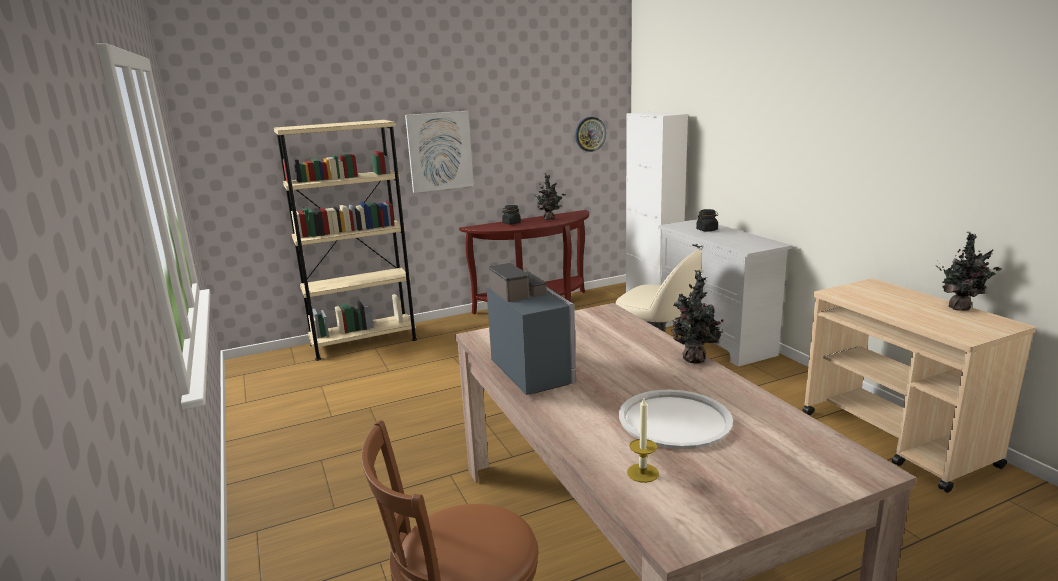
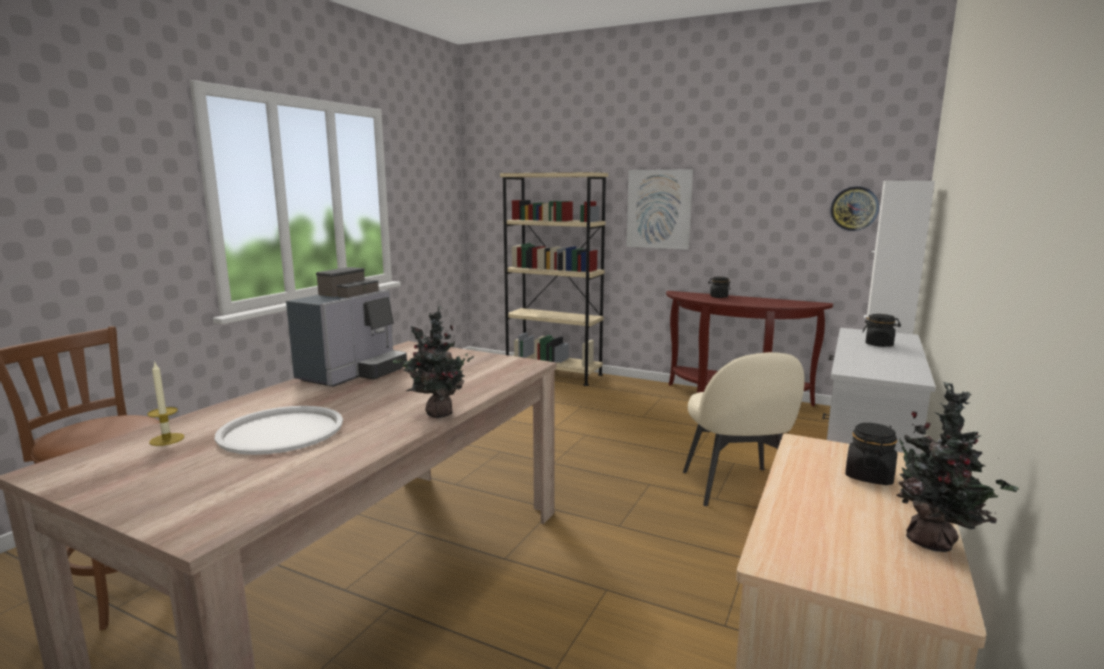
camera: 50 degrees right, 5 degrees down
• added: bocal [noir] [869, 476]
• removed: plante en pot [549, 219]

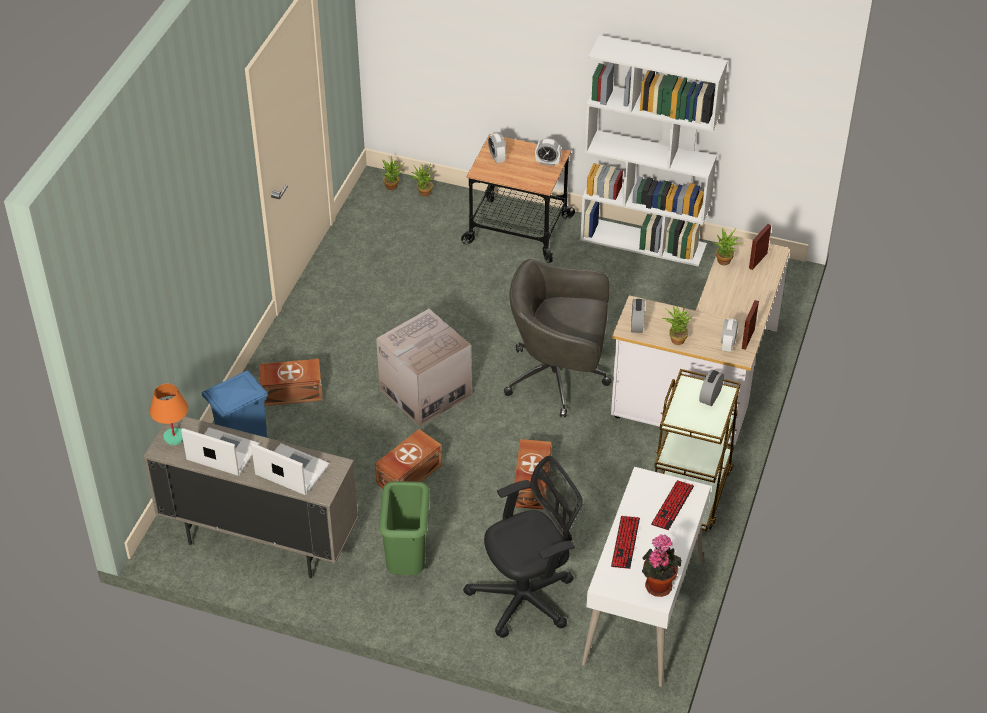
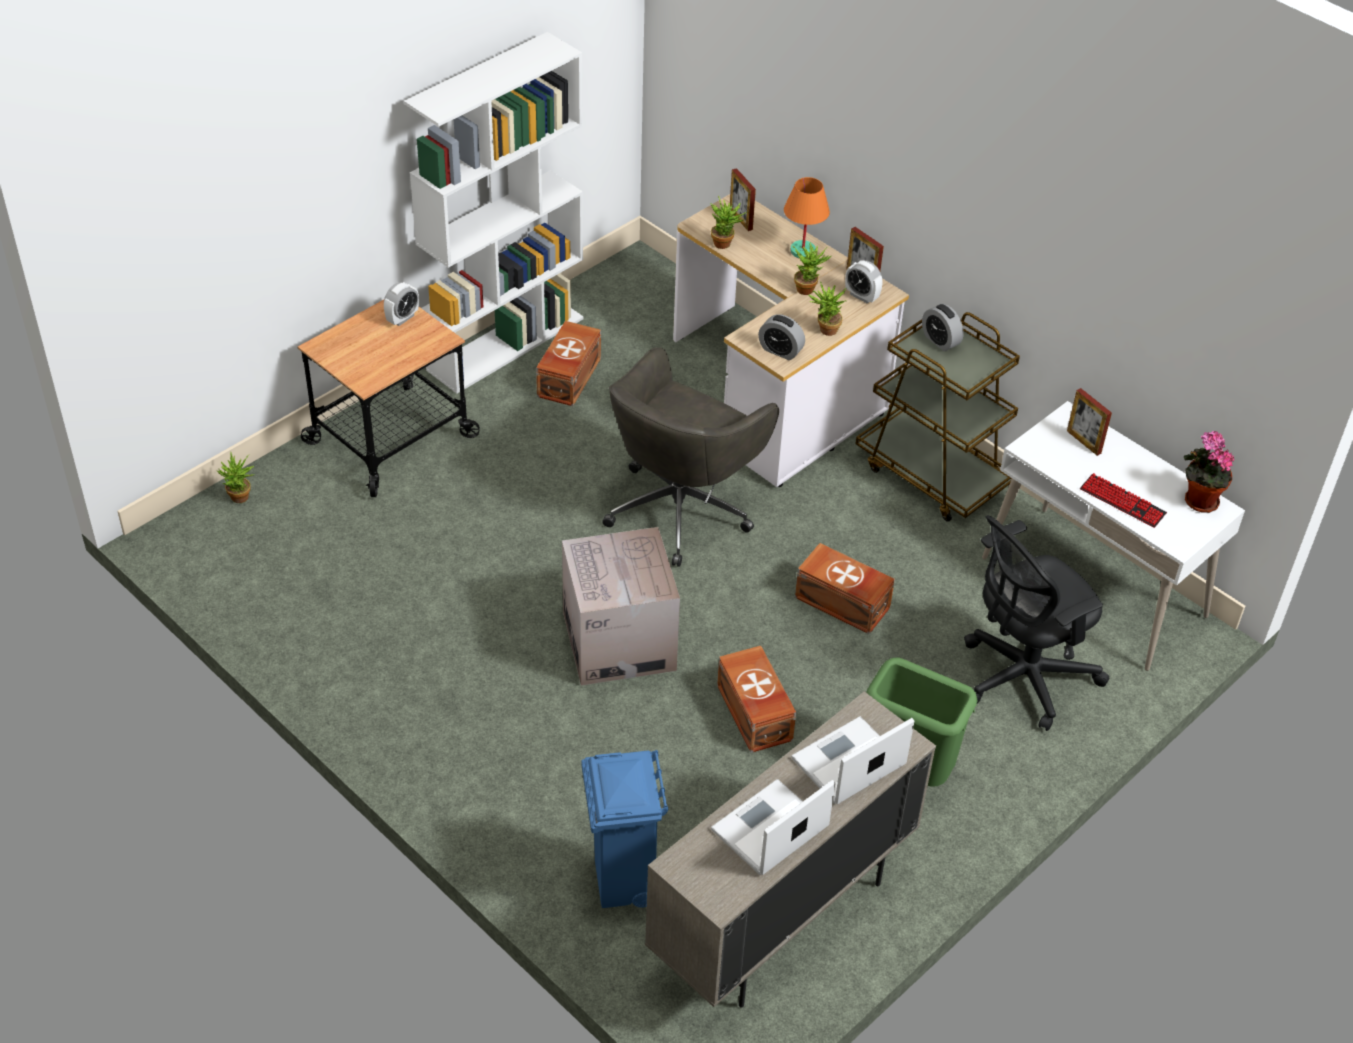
camera: 65 degrees left, 0 degrees up
• moved: boîte de rangement [marron] [291, 392] to [567, 378]
• moved: lampe de table [orange] [174, 437] to [802, 251]
• moved: plante en pot [393, 187] to [808, 288]
• turned: chaise de bureau [noir] [527, 597] = [1021, 678] 120 degrees counterclockwise
• replaced: clavier [672, 506] to cadre photo [1084, 442]
• removed: réveil [497, 158]

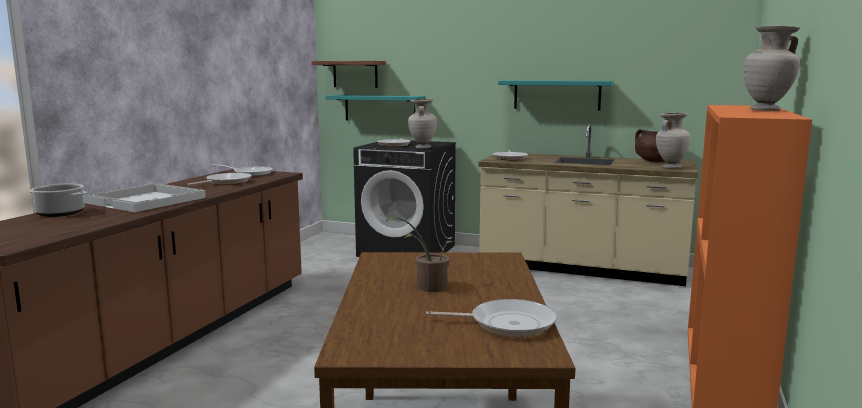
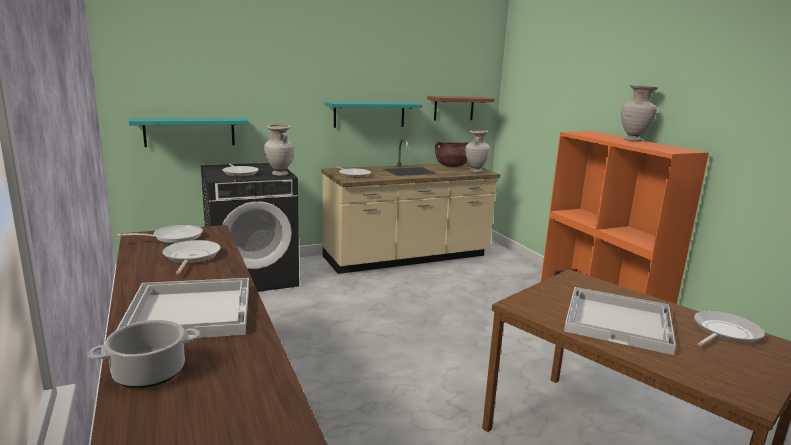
camera: 45 degrees left, 5 degrees up
• moved: étagère [355, 74] to [454, 108]
• replaced: plante en pot [427, 287] to plateau [blanc] [619, 321]

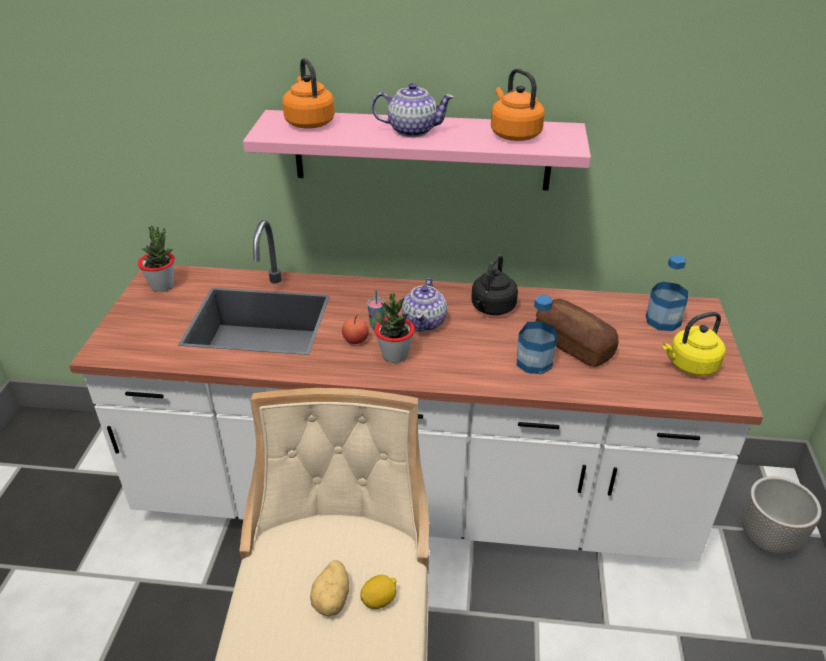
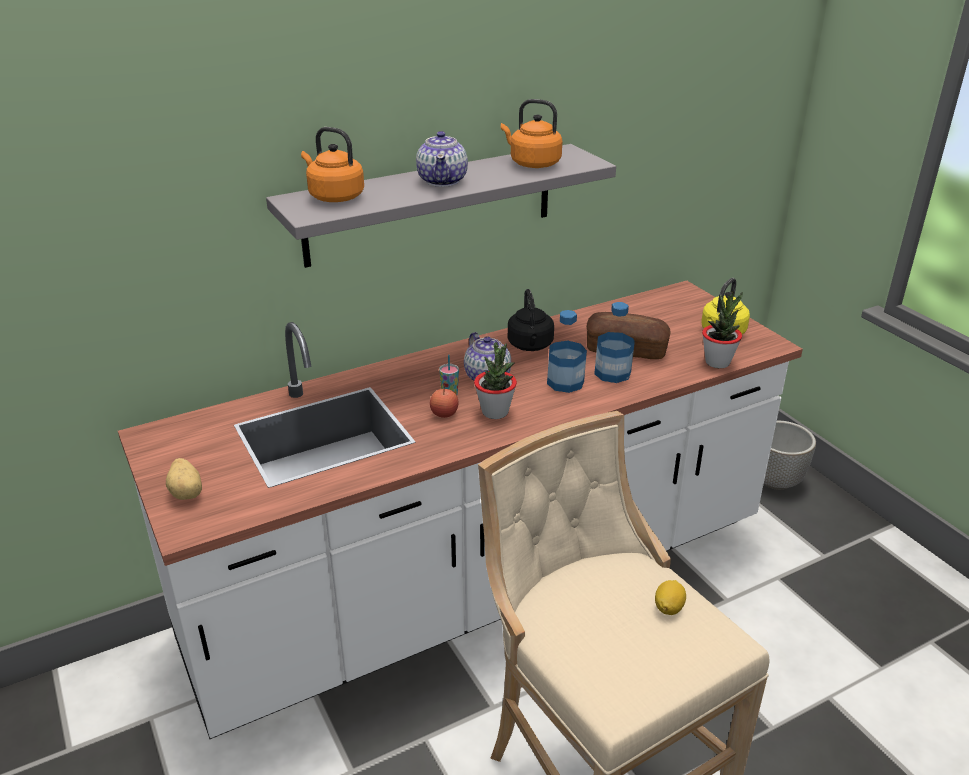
camera: 35 degrees left, 5 degrees down
• moved: pomme de terre [333, 599] to [187, 492]
• recoloured: étagère [rose] [421, 150] to étagère [gris] [431, 204]
• turned: théière [412, 130] = [443, 180] 120 degrees clockwise
• moved: bouteille [663, 320] to [565, 382]
• moved: plante en pot [162, 286] to [717, 362]

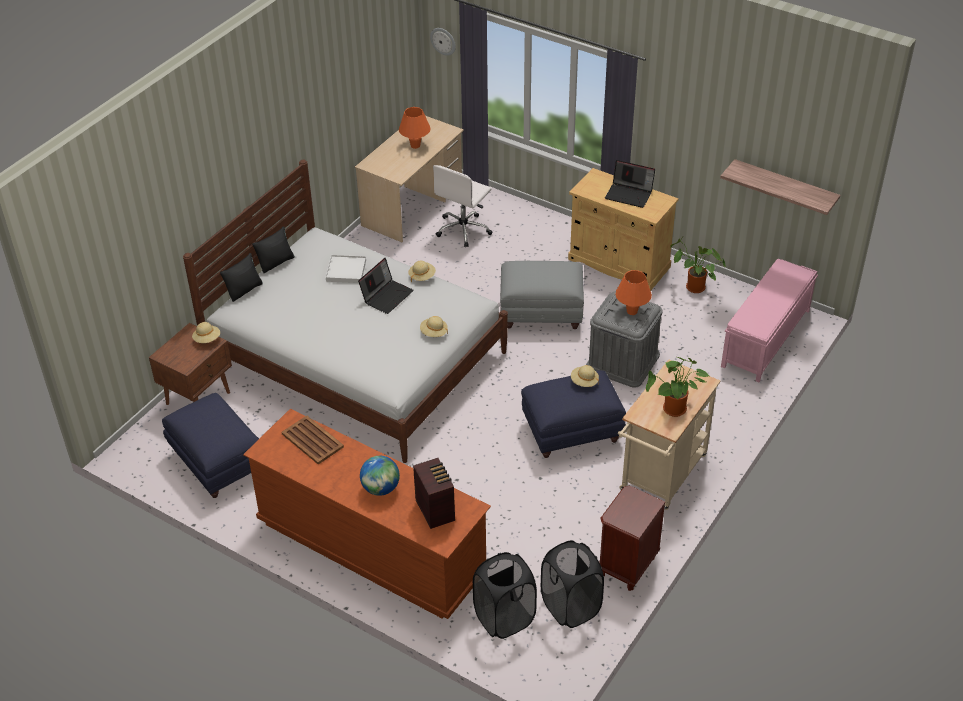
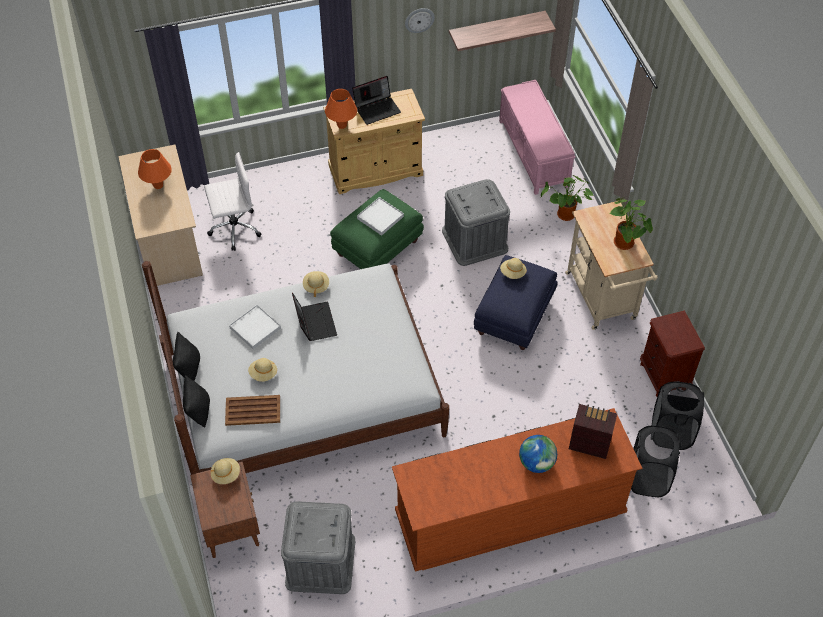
camera: 50 degrees left, 10 degrees up
• turned: chaise de bureau [blanc] [464, 229] = [234, 228] 90 degrees counterclockwise
• moved: plateau [marron] [312, 440] to [252, 410]
• moved: chapeau [beige] [434, 333] to [263, 374]
• replaced: pouf [bleu] [217, 462] to boîte de rangement [gris] [320, 562]
• moved: lampe de table [orange] [632, 311] to [342, 125]
• recoloured: pouf [gris] [540, 313] to pouf [vert] [377, 249]
• added: plateau [blanc] [380, 217]
• moved: horloge murale [443, 41] to [419, 19]
• moved: plante en pot [693, 288] to [565, 216]

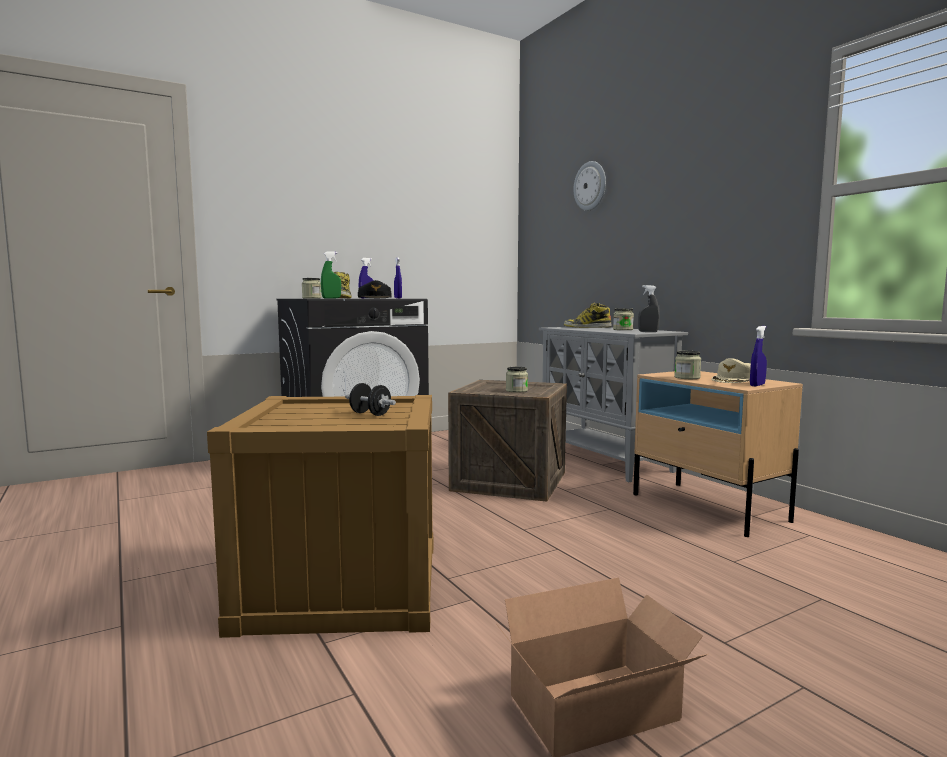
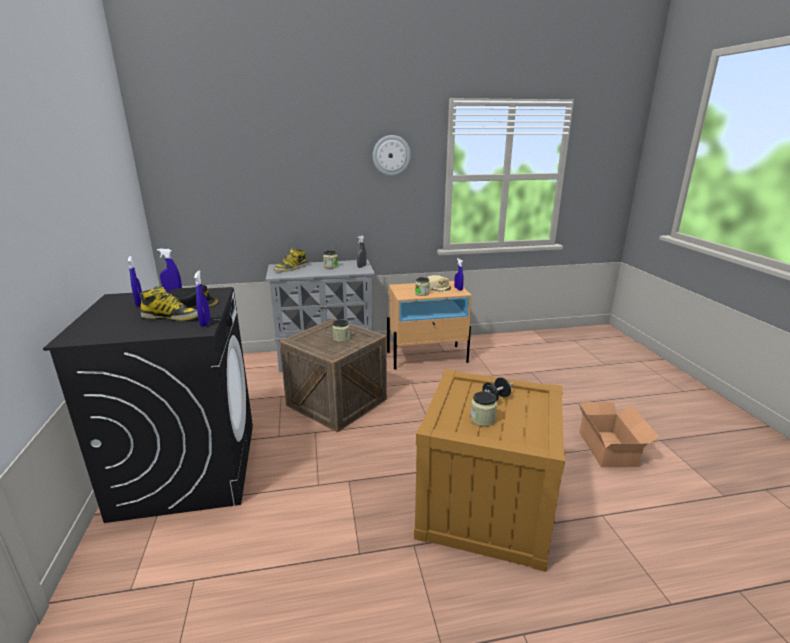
camera: 70 degrees left, 15 degrees up
• recoloured: vaporisateur [vert] [331, 298] to vaporisateur [bleu] [205, 323]
• moved: horloge murale [590, 186] to [391, 155]
• moved: bocal [311, 298] to [482, 419]

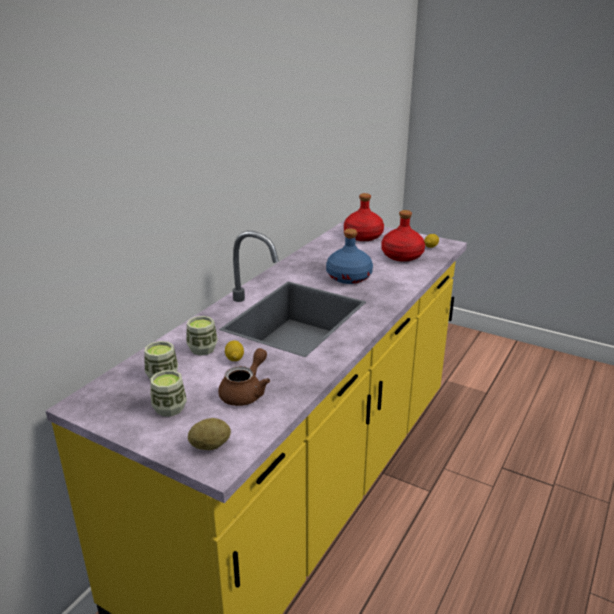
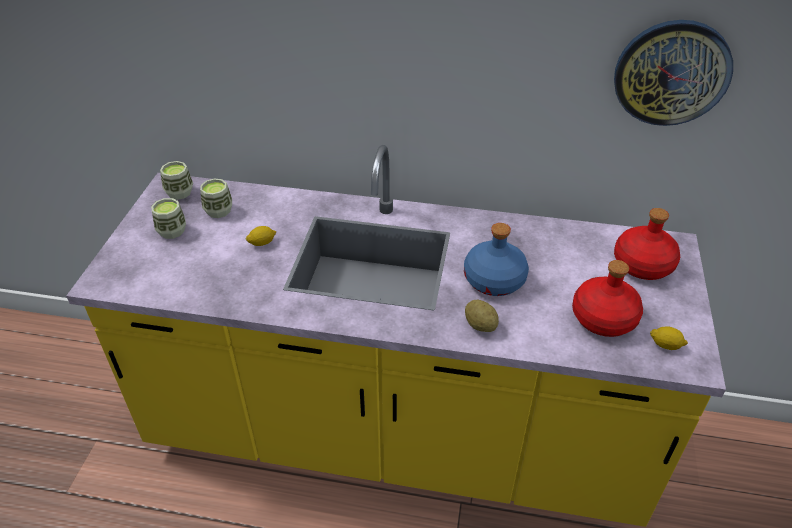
camera: 70 degrees right, 15 degrees up
• moved: tasse [202, 349] to [179, 192]
• moved: pomme de terre [210, 446] to [480, 325]
• added: horloge murale [671, 73]
• removed: théière [marron] [246, 392]

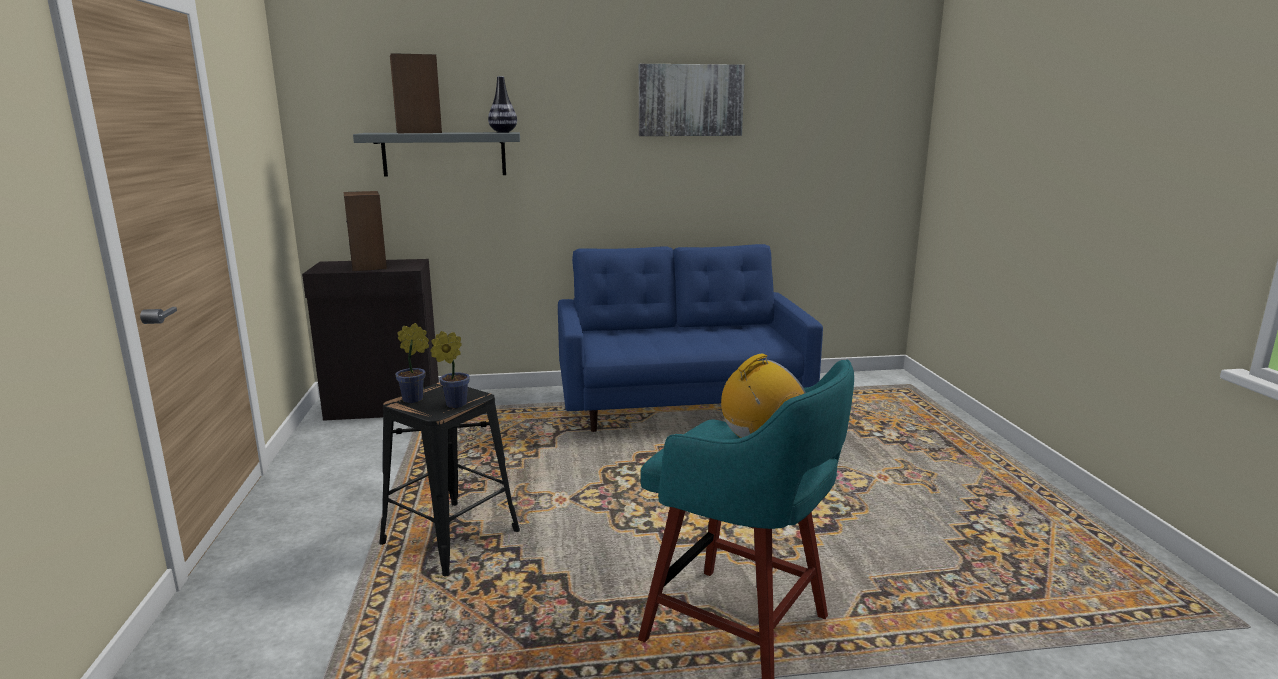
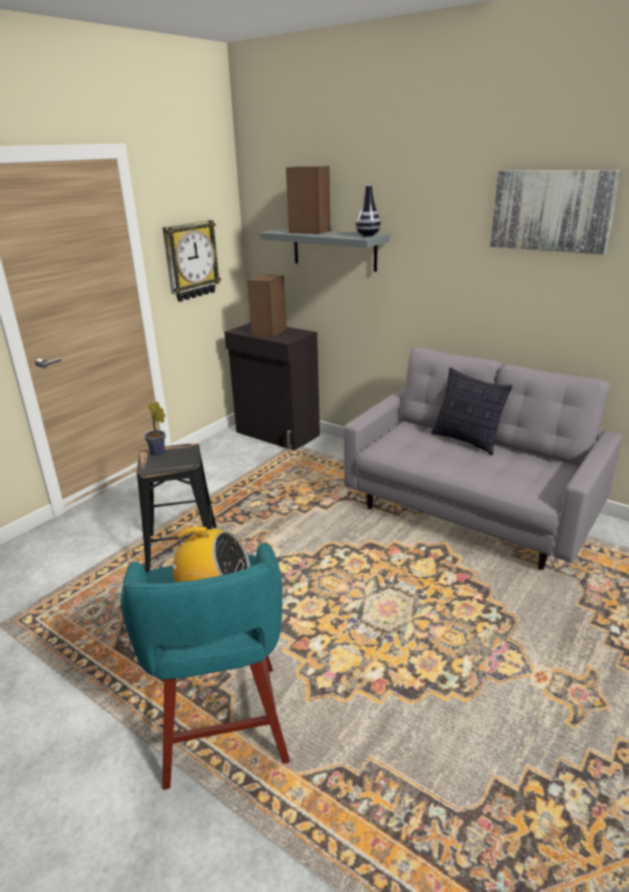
camera: 45 degrees right, 10 degrees up
• added: horloge murale [190, 260]
• recoloured: canapé [bleu] [682, 405] to canapé [gris] [471, 512]
• added: coussin [466, 441]
• removed: plante en pot [453, 404]

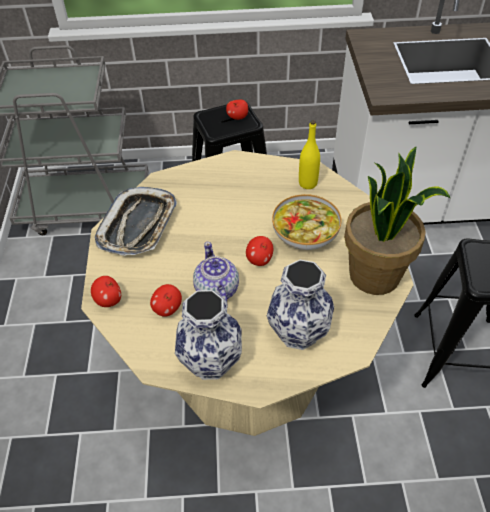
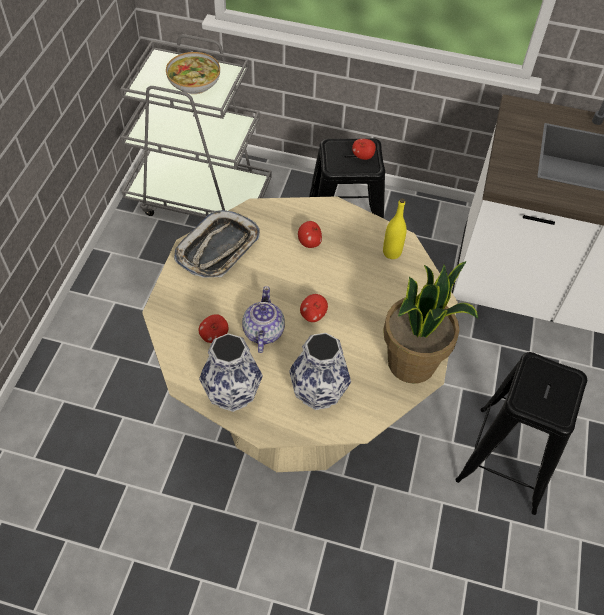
camera: 15 degrees right, 5 degrees up
• moved: bol [305, 232] to [194, 82]
• moved: pomme [109, 300] to [309, 242]

